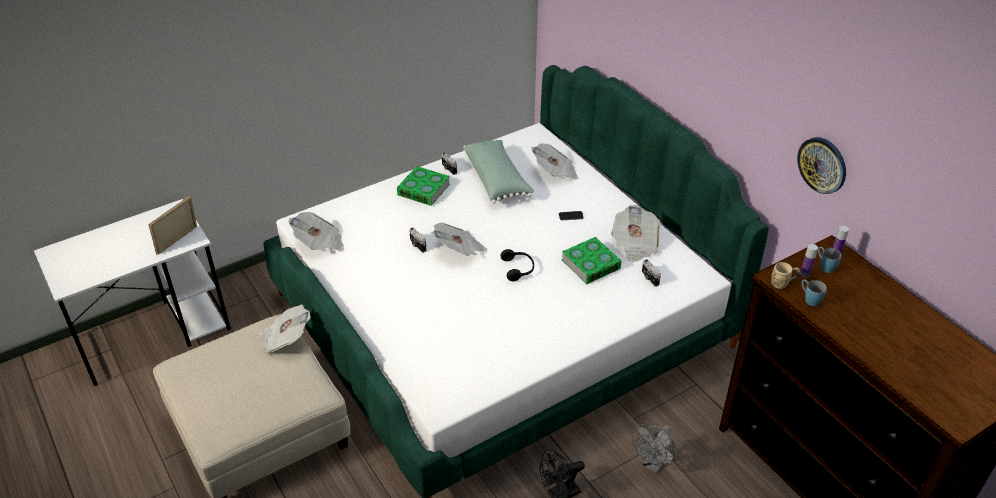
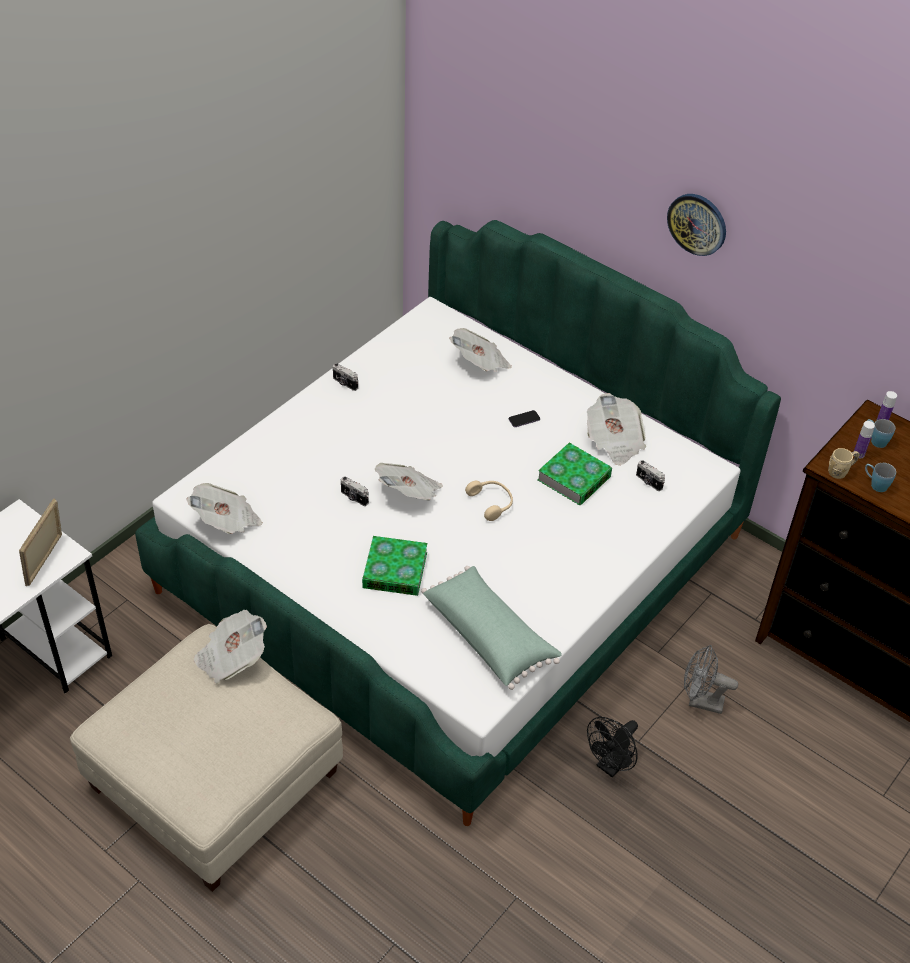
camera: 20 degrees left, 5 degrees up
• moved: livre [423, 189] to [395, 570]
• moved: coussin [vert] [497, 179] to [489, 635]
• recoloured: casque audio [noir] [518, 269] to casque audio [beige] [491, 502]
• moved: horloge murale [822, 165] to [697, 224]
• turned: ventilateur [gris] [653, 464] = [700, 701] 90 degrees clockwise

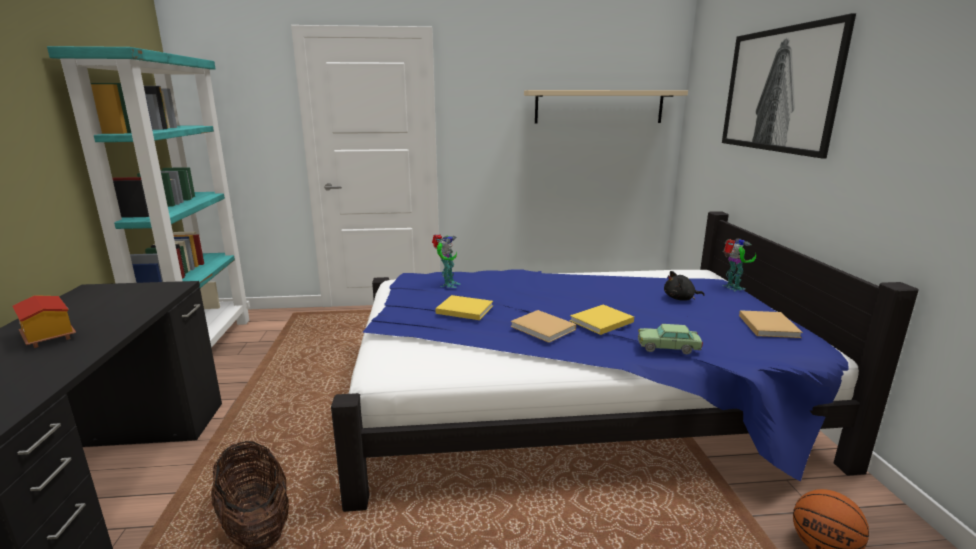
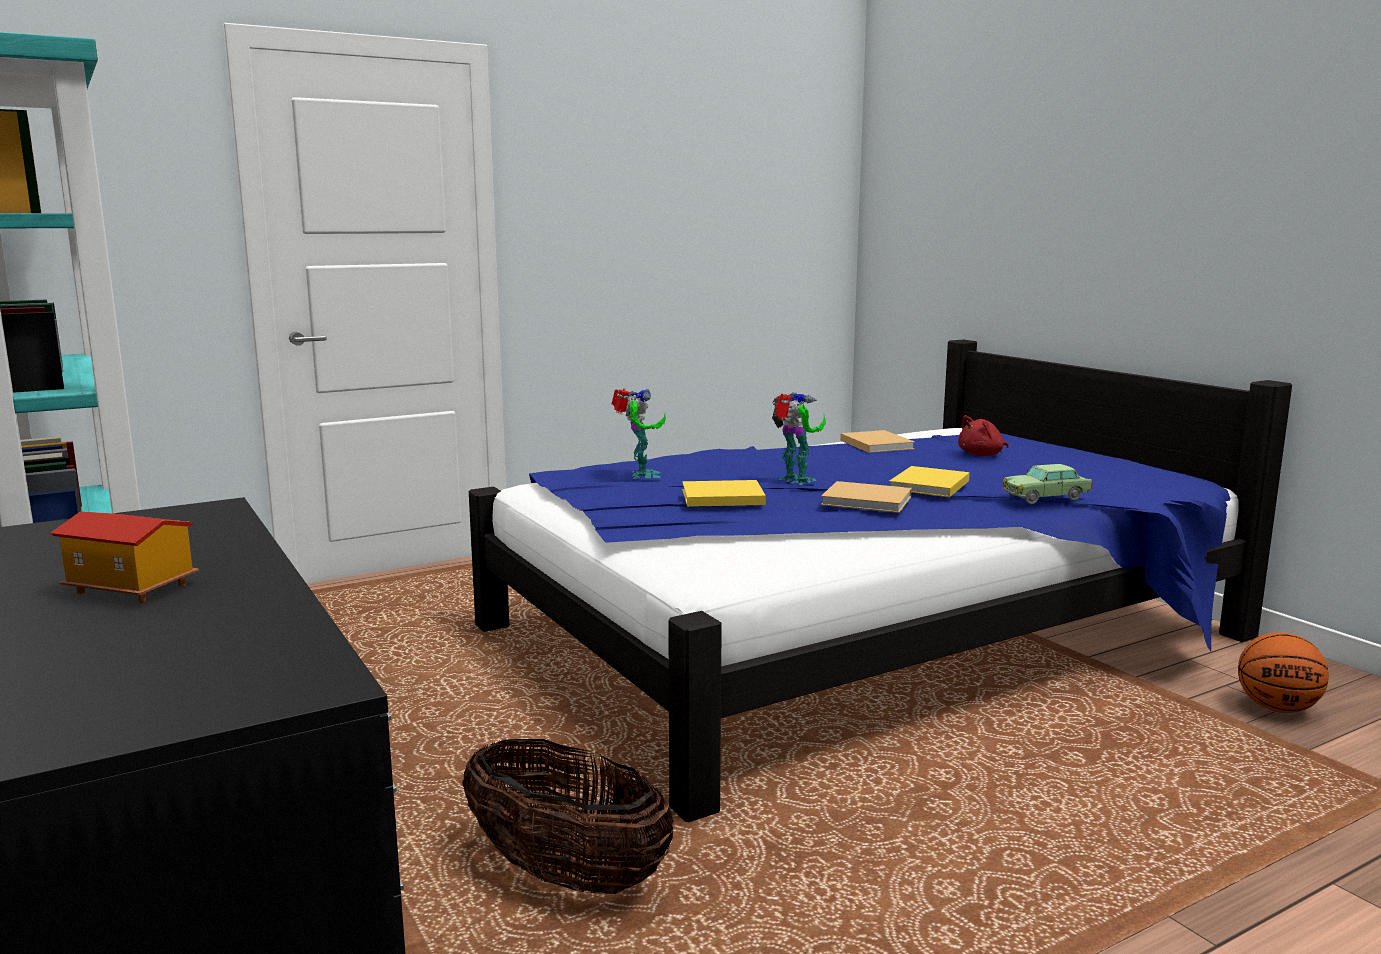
camera: 25 degrees left, 5 degrees down
• moved: robot jouet [732, 288] to [796, 481]
• moved: livre [beige] [768, 325] to [875, 444]
• recoloured: peluche [noir] [680, 299] to peluche [rouge] [982, 455]
• removed: étagère [beige] [599, 106]
• removed: tableau [778, 90]

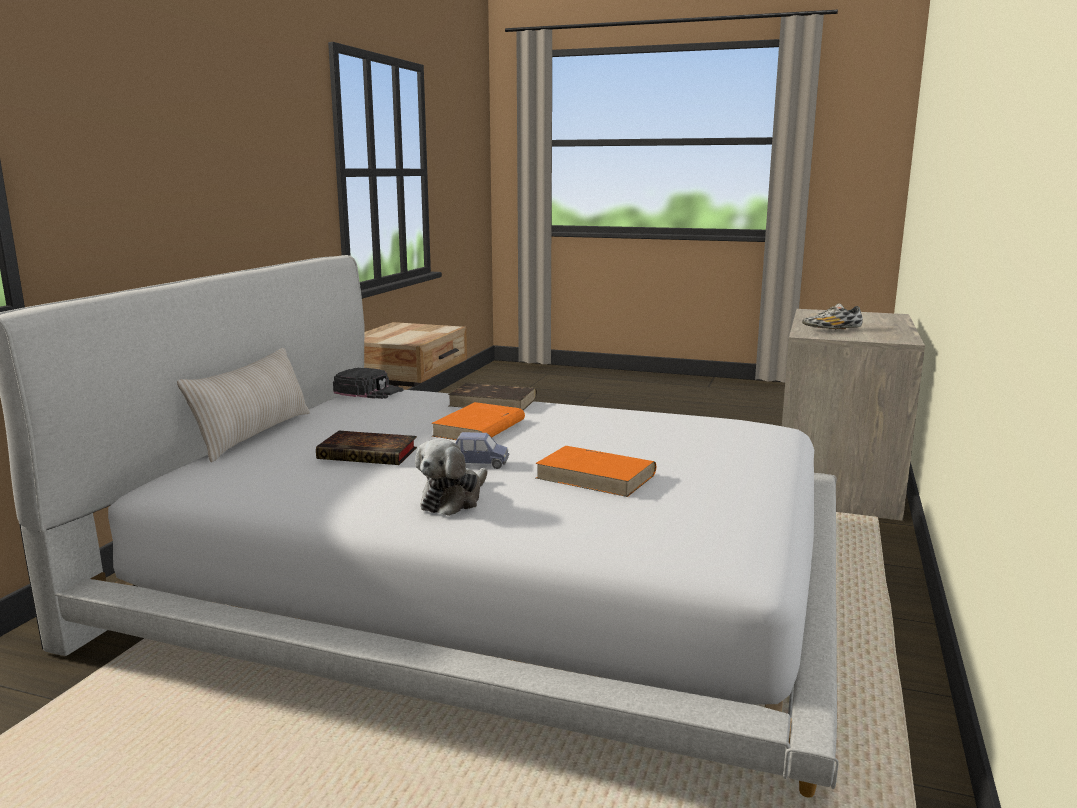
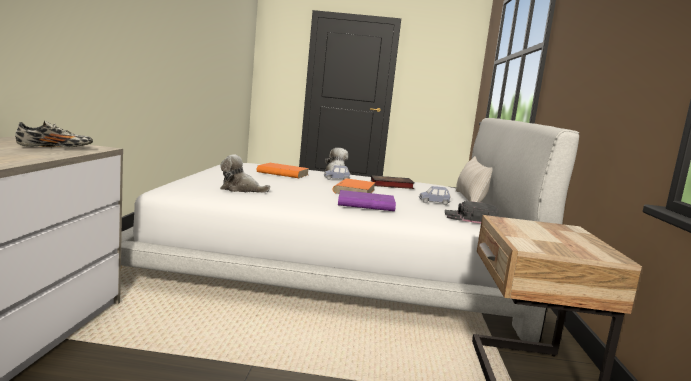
camera: 165 degrees right, 5 degrees down
• added: peluche [240, 189]
• recoloured: livre [marron] [494, 402] to livre [violet] [365, 204]
• added: petite voiture [bleu] [433, 202]

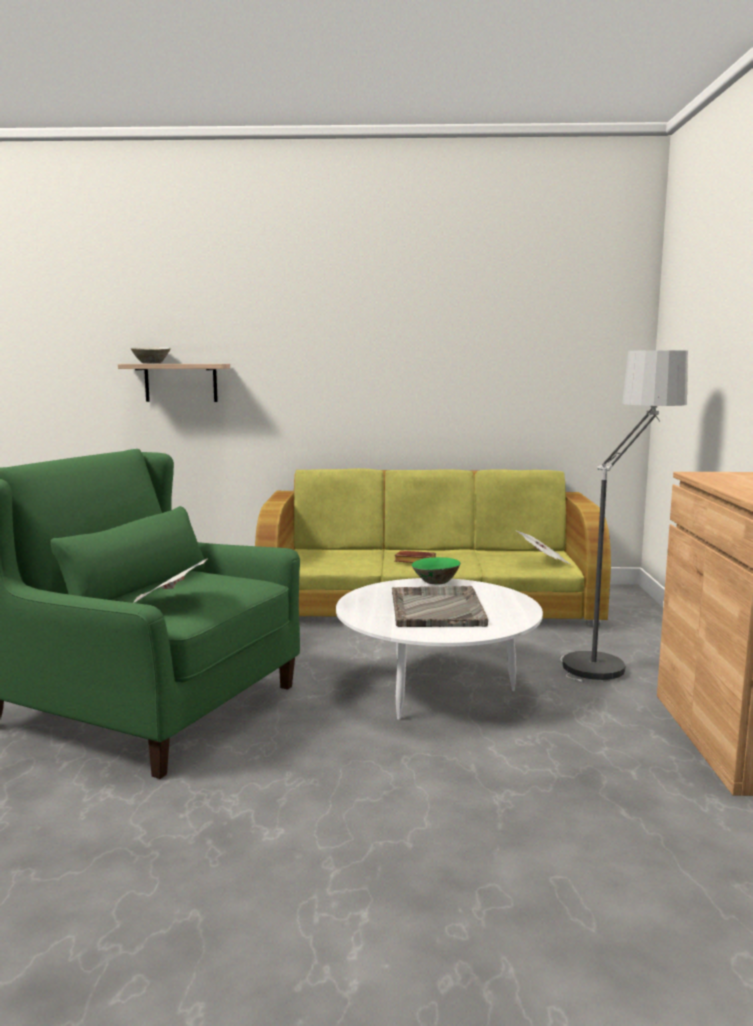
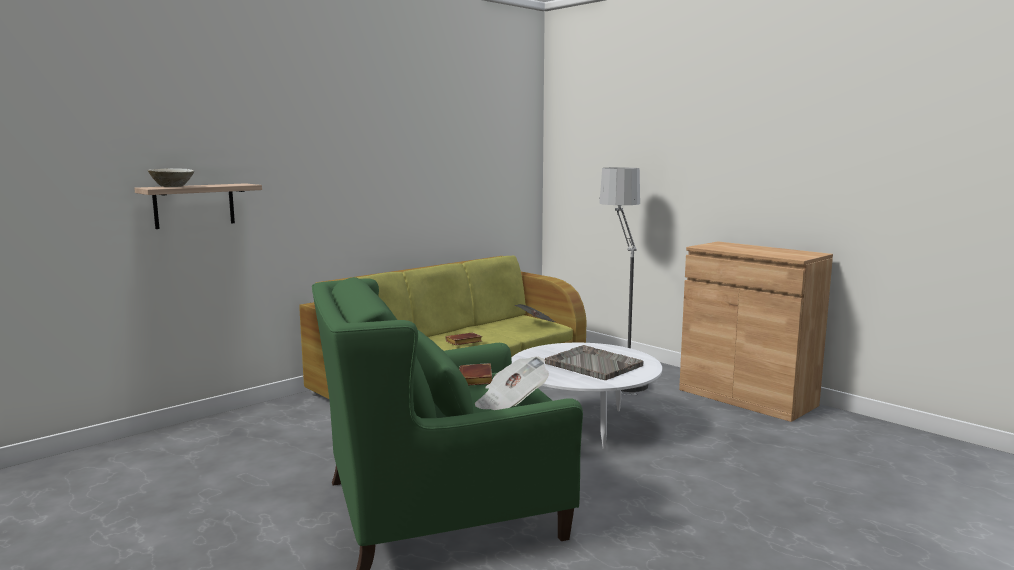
camera: 45 degrees left, 0 degrees up
• added: livre [marron] [477, 379]
• removed: bol [vert] [435, 581]

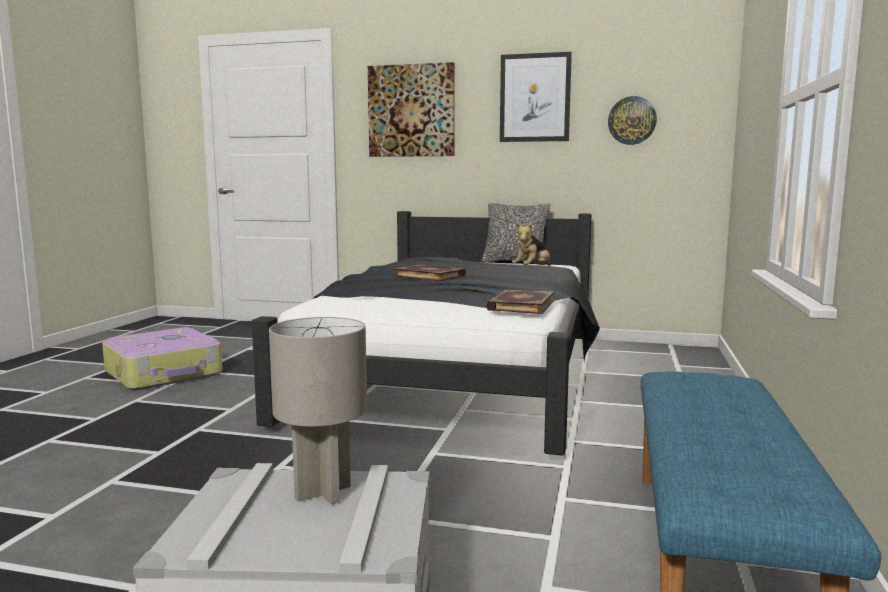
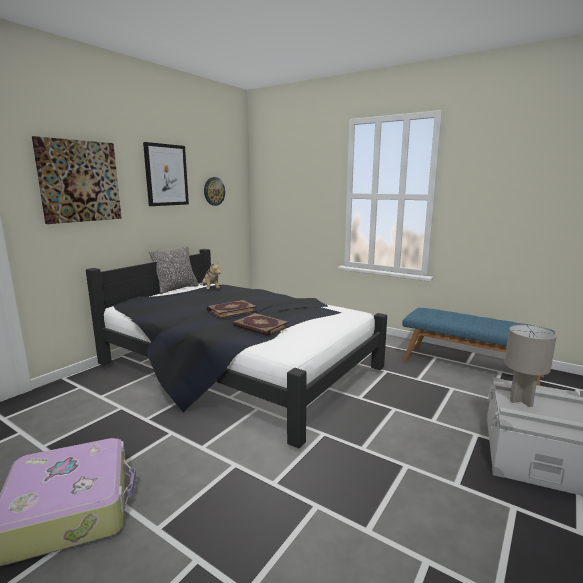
camera: 70 degrees left, 5 degrees up
• moved: livre [520, 305] to [260, 327]

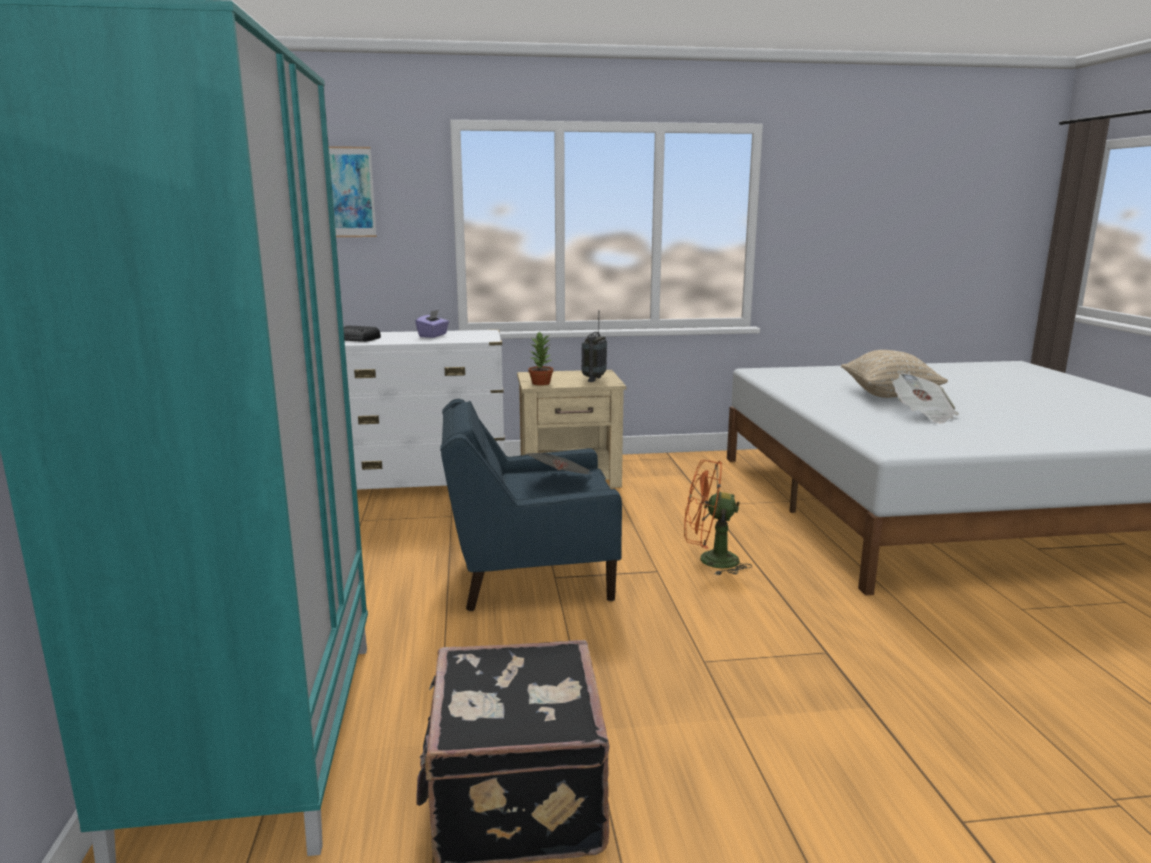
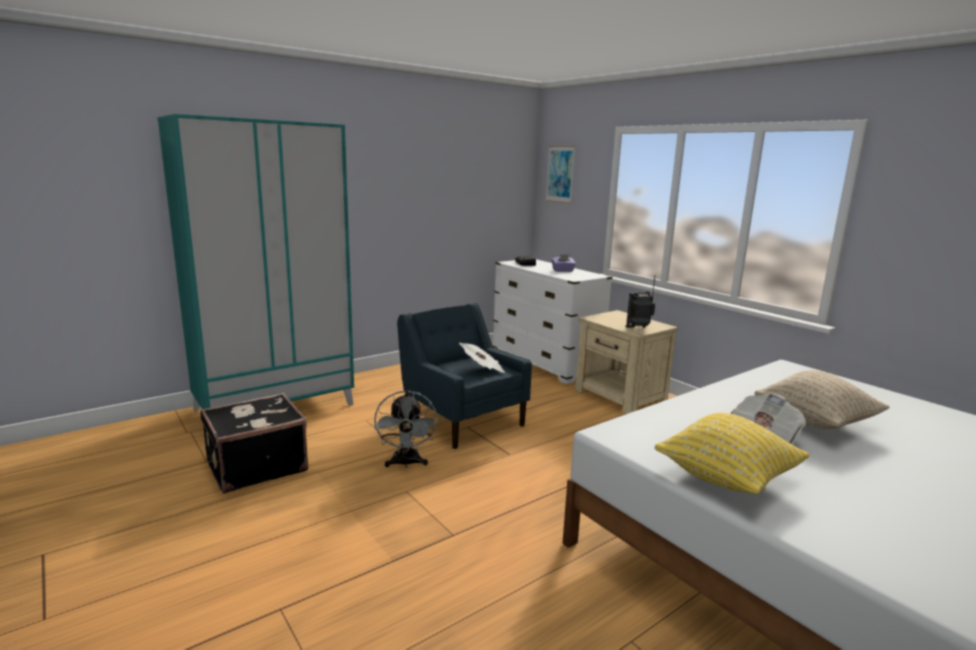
camera: 60 degrees right, 0 degrees up
• added: ventilateur [gris] [406, 463]
• added: coussin [jaune] [726, 478]
• removed: plante en pot [541, 383]
• removed: ventilateur [orange] [709, 561]

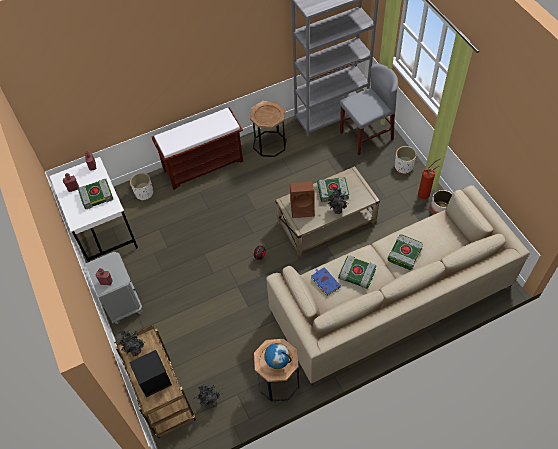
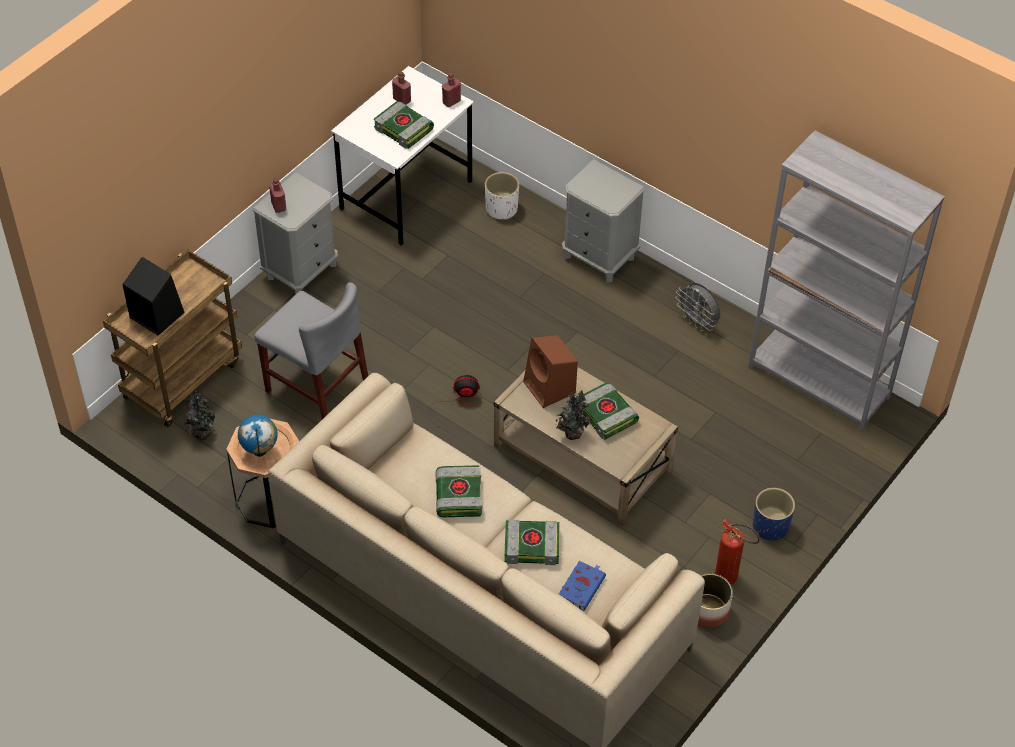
camera: 60 degrees right, 5 degrees down
• moved: chaise [gris] [366, 136] to [317, 388]
• moved: livre [bleu] [324, 282] to [582, 586]
• replaced: banc [marron] [204, 165] to table de chevet [gris] [599, 257]
• replaced: table d'appoint [marron] [269, 144] to ventilateur [gris] [697, 322]
• recoloured: cache-pot [blanc] [403, 166] to cache-pot [bleu] [770, 526]
• removed: plante en pot [135, 351]

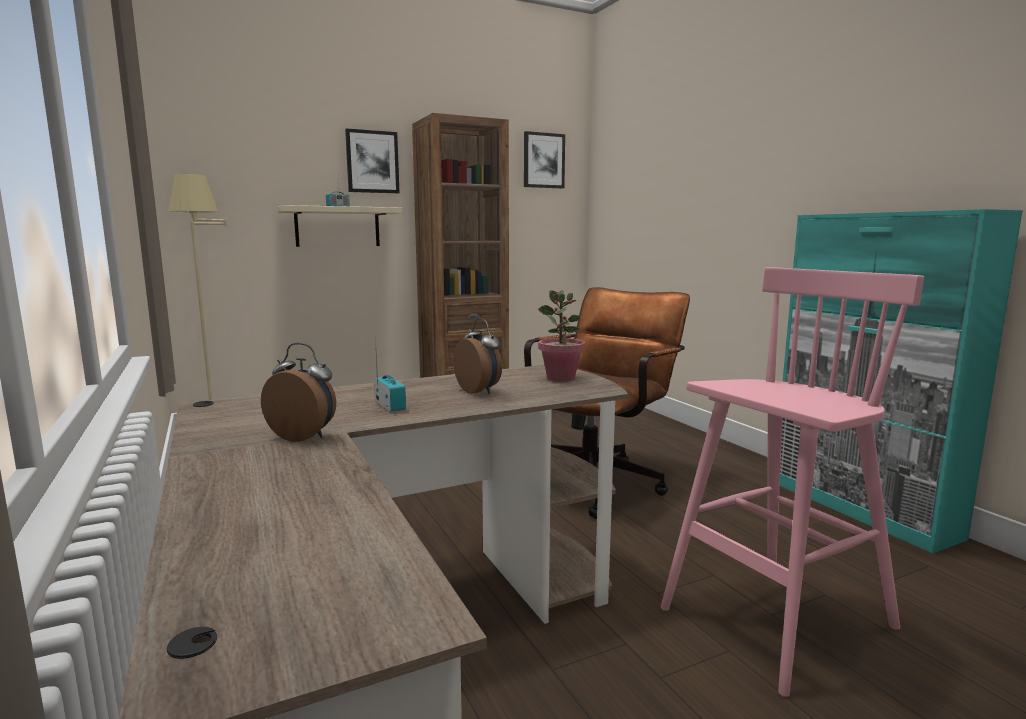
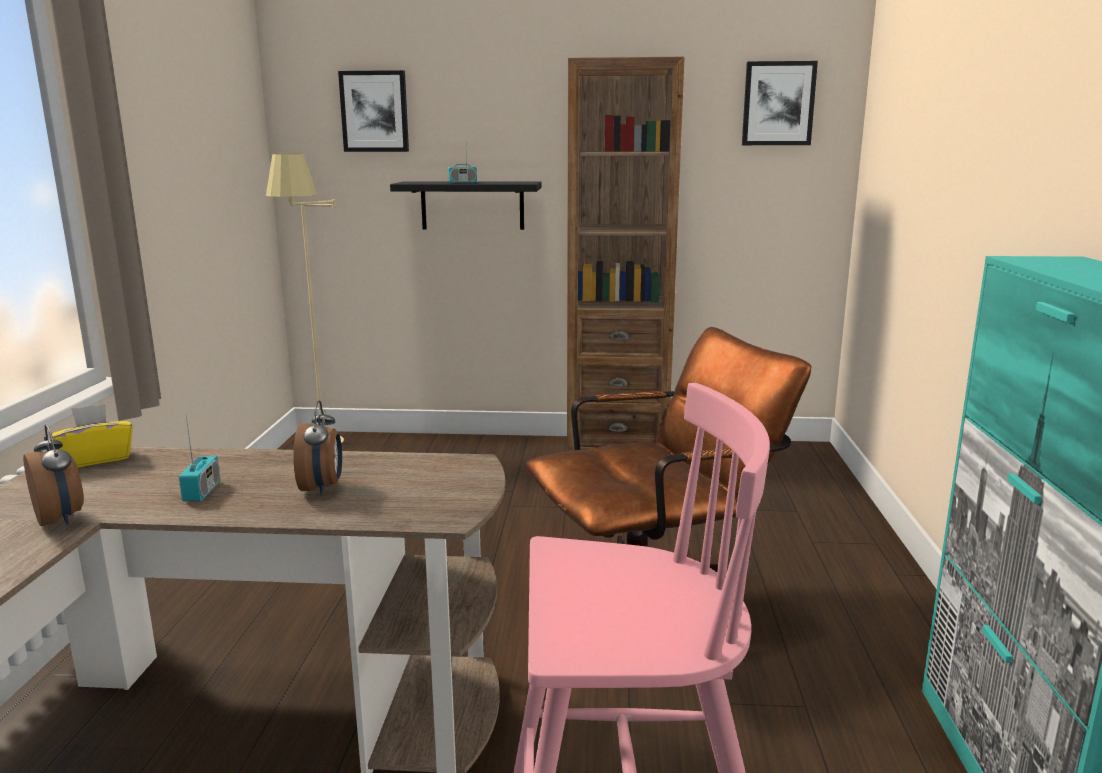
camera: 30 degrees right, 5 degrees up
• added: boîte à mouchoirs [jaune] [97, 459]
• moved: tableau [372, 162] to [374, 111]
• recoloured: étagère [beige] [337, 227] to étagère [noir] [472, 205]
• removed: plante en pot [561, 378]

